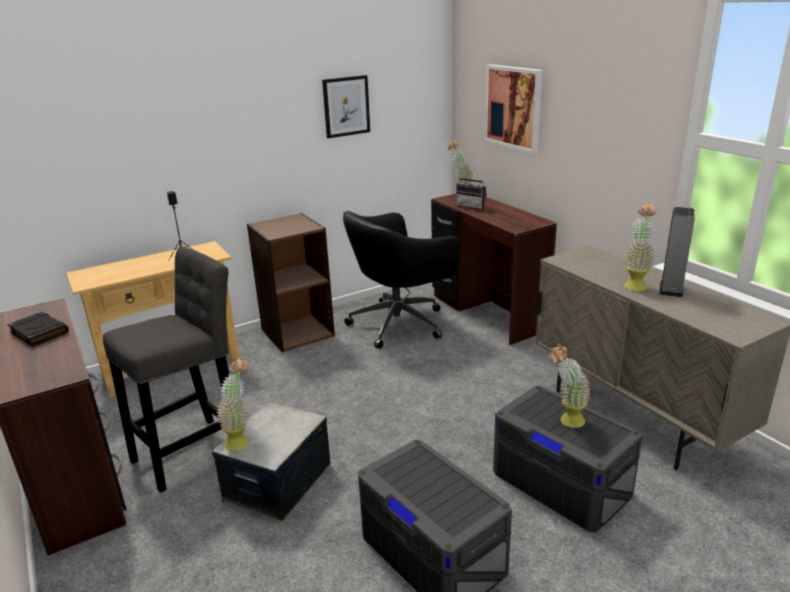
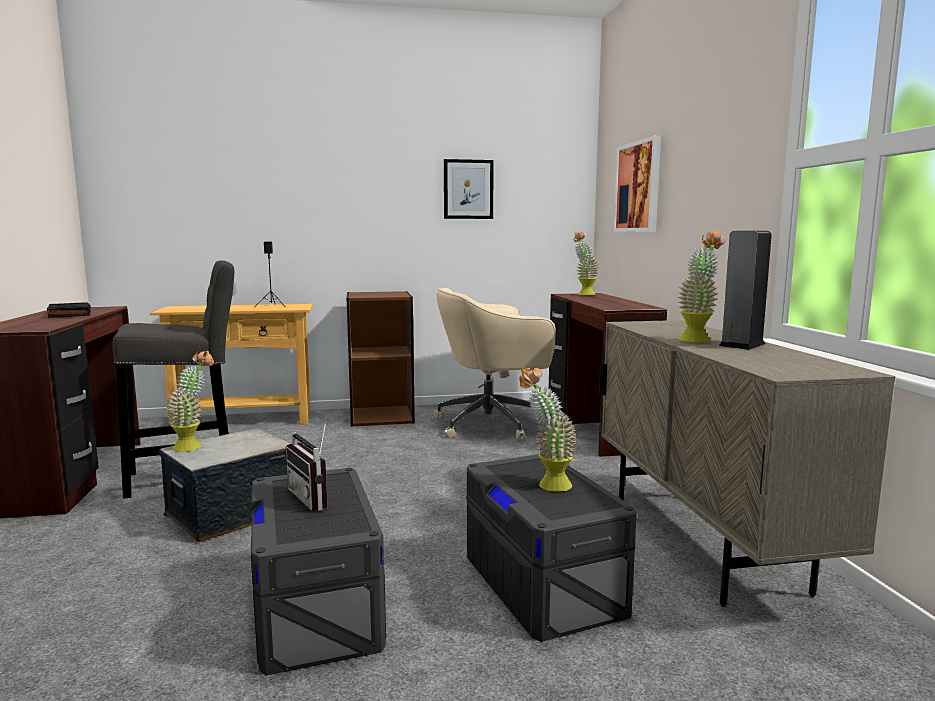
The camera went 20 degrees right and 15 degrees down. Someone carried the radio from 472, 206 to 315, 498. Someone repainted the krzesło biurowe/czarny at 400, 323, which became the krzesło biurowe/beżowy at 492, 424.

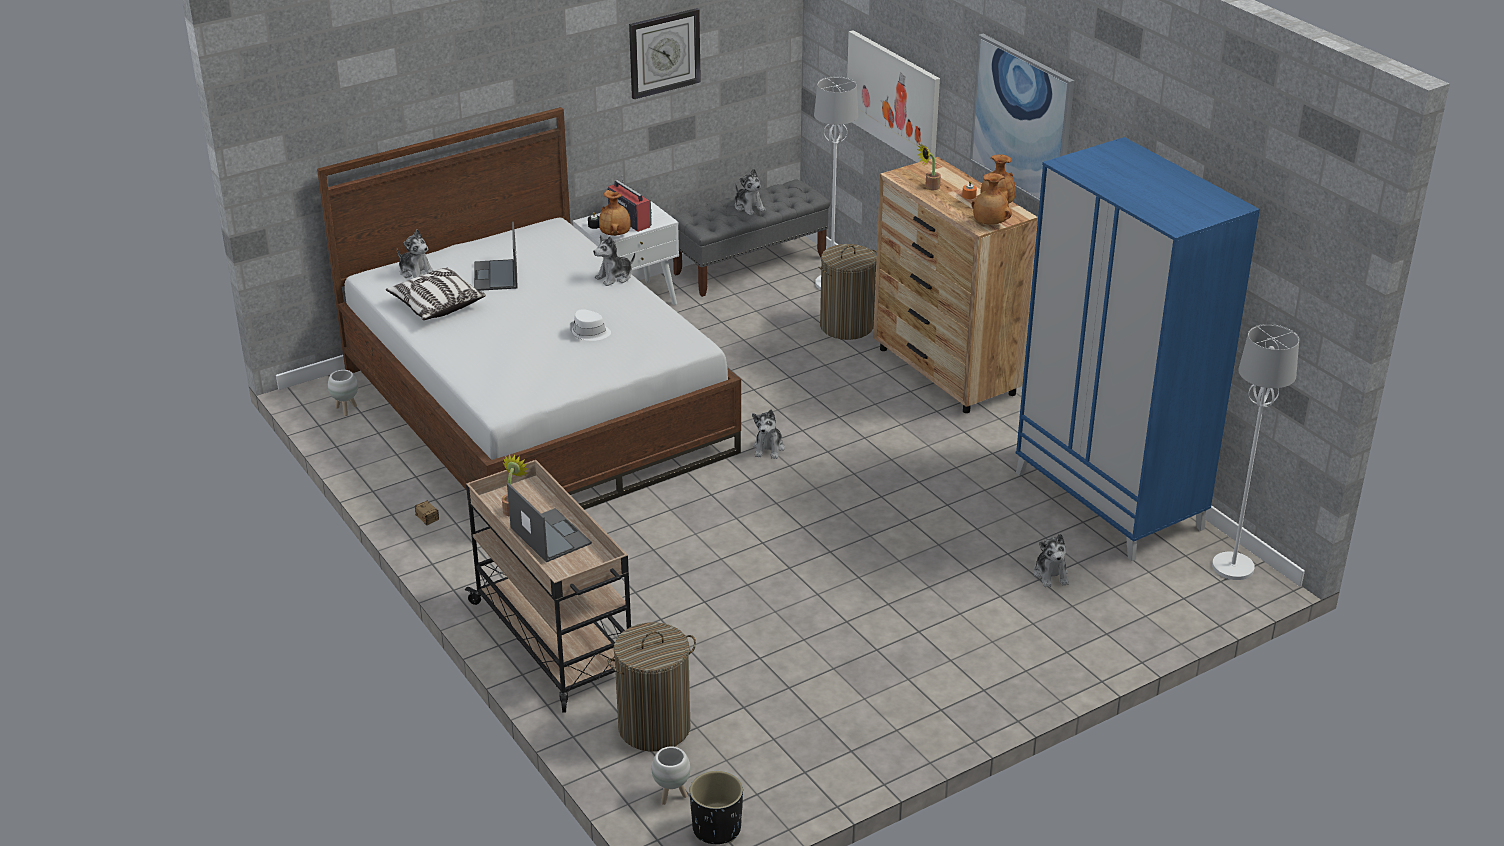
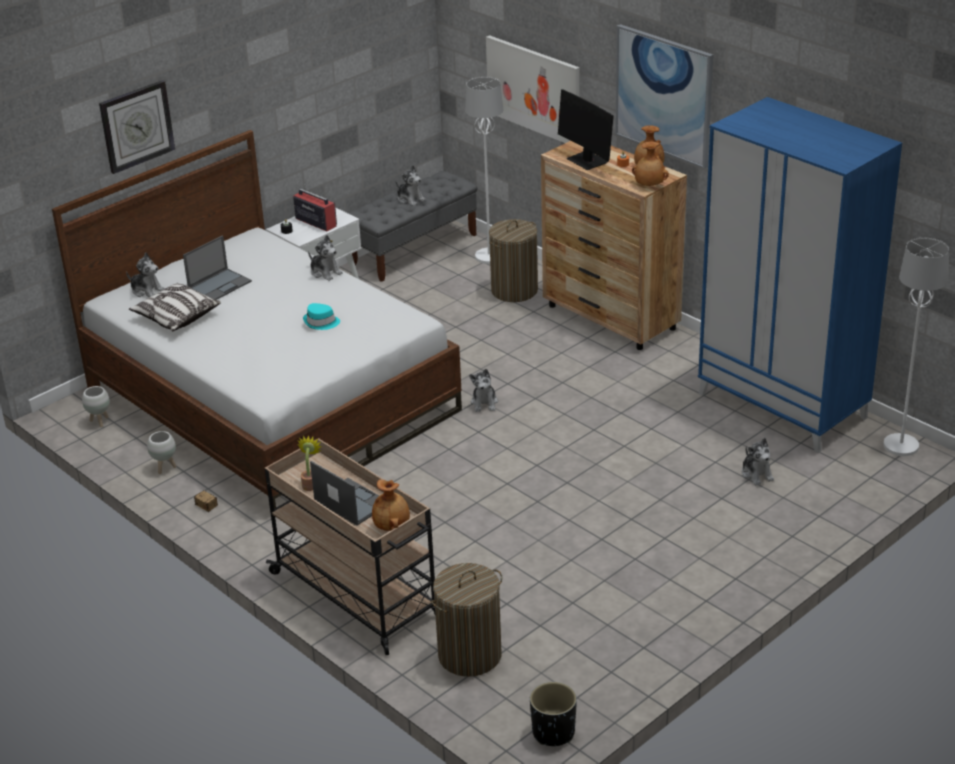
The camera went 10 degrees left and 0 degrees up. Someone carried the zegar ścienny from 664, 53 to 136, 126. Someone carried the donica/biały from 672, 796 to 165, 468. Someone rotated the laptop at 496, 276 by 120 degrees counterclockwise. Someone repainted the kapelusz/biały at 589, 332, which became the kapelusz/turkusowy at 321, 323. Someone rotated the pluszak at 615, 277 by 90 degrees counterclockwise. Someone carried the wazon/brązowy from 616, 234 to 392, 526. Someone swapped the roślina doniczkowa at 929, 187 for the monitor at 587, 161.

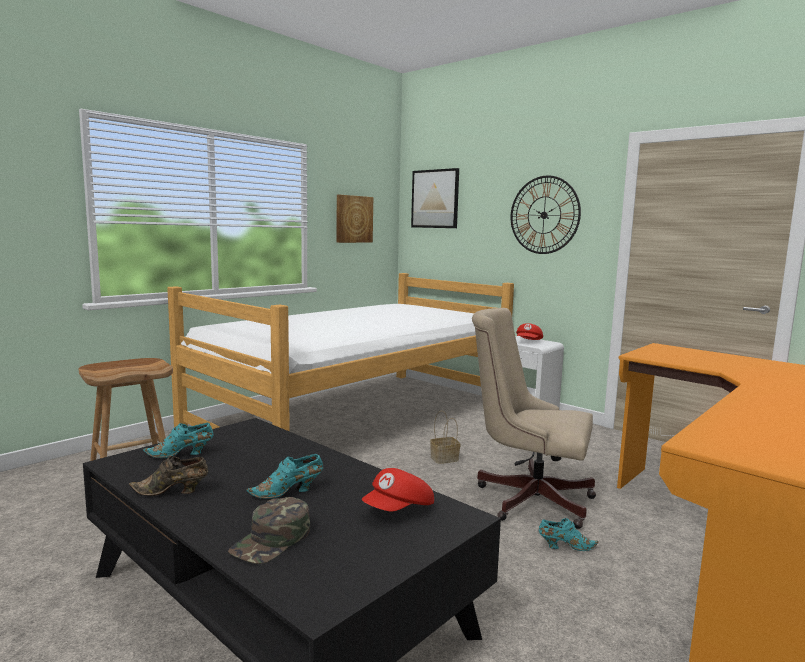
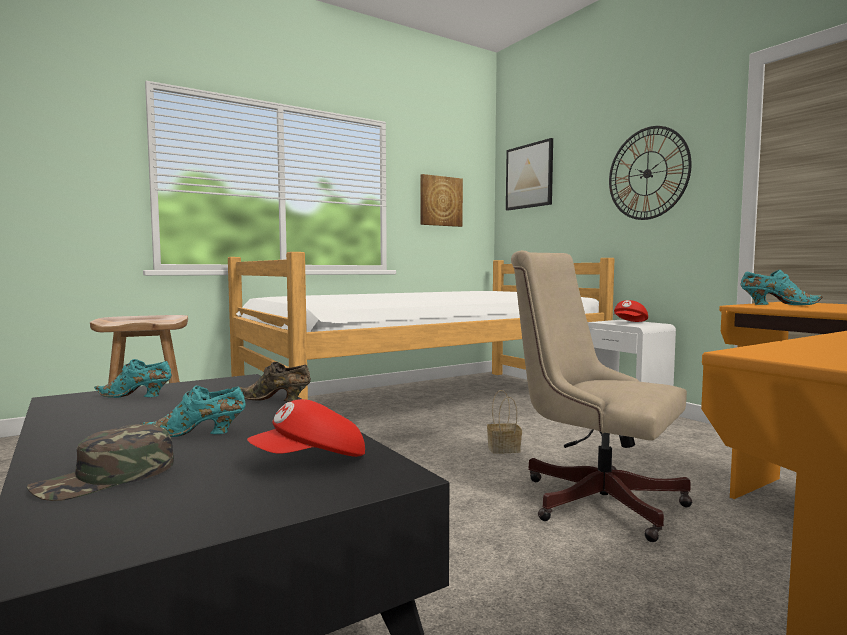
The camera went 15 degrees right and 5 degrees down. Someone carried the but/brązowy from 172, 492 to 276, 400. Someone carried the but/turkusowy from 565, 547 to 776, 304.

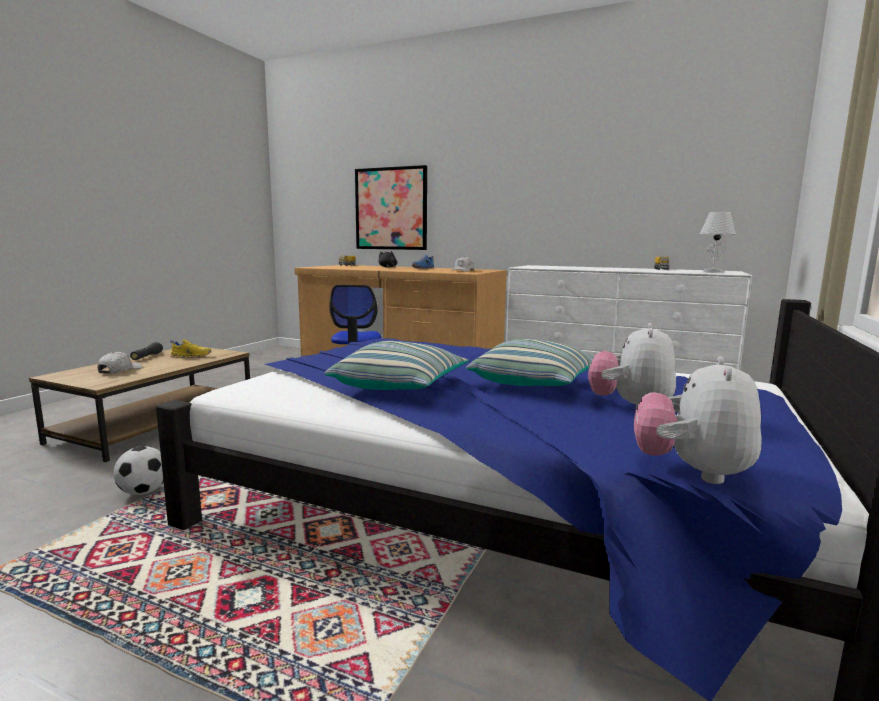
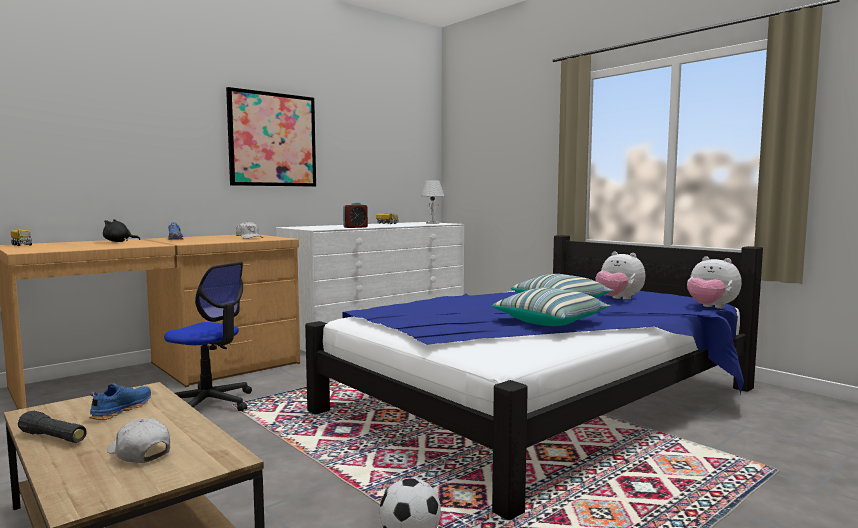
The camera went 65 degrees left and 5 degrees down. Someone repainted the but/żółty at 191, 356, which became the but/niebieski at 120, 410. Someone carried the obraz from 391, 209 to 272, 140. Someone put down the budzik at 355, 227.

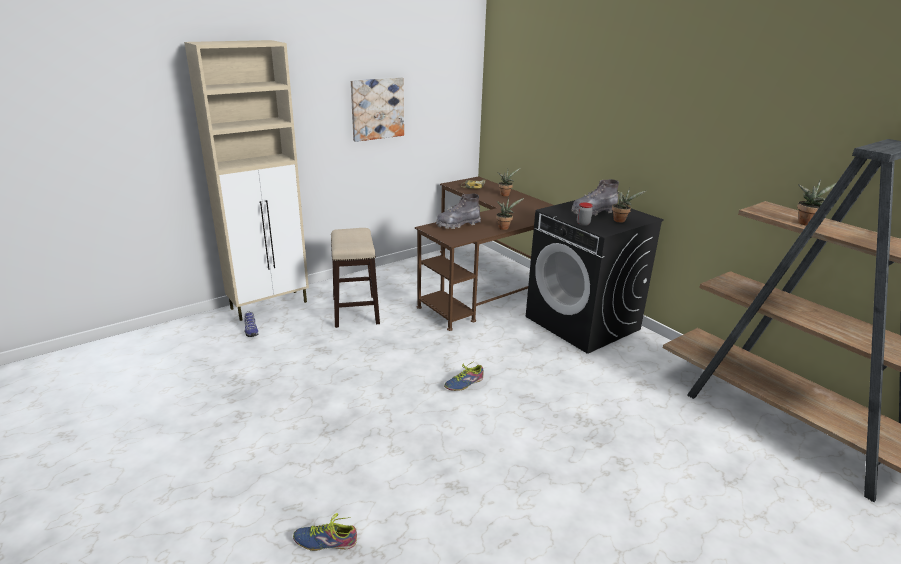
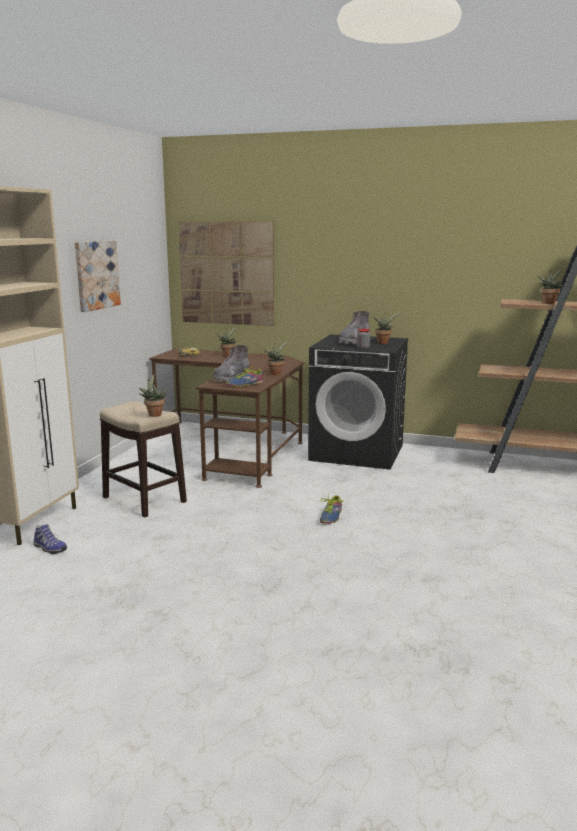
The camera went 35 degrees left and 10 degrees down. Someone put down the roślina doniczkowa at 154, 414. Someone put up the obraz at 226, 273. Someone carried the but from 325, 541 to 245, 384.

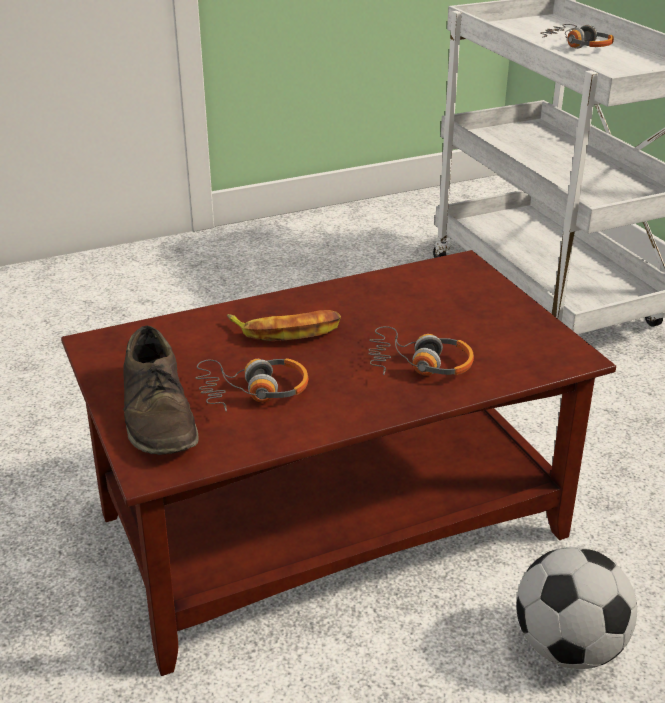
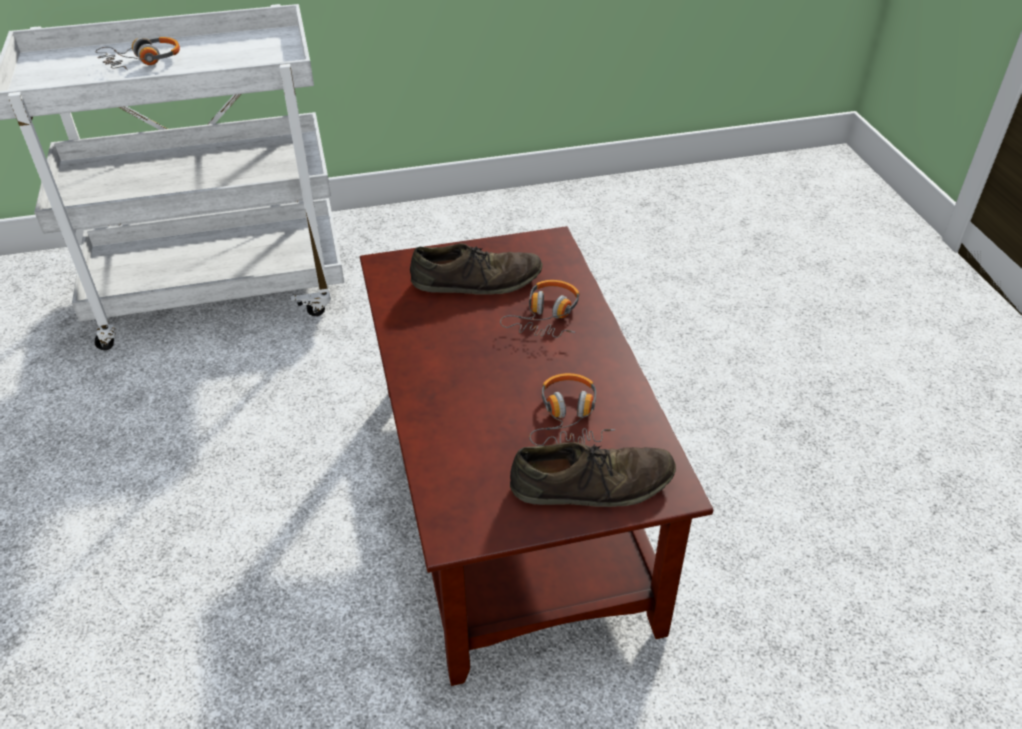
The camera went 80 degrees left and 10 degrees up. Someone put down the but/brązowy at 477, 281. Someone took away the banan at 287, 330. Someone took away the piłka futbolowa at 566, 647.

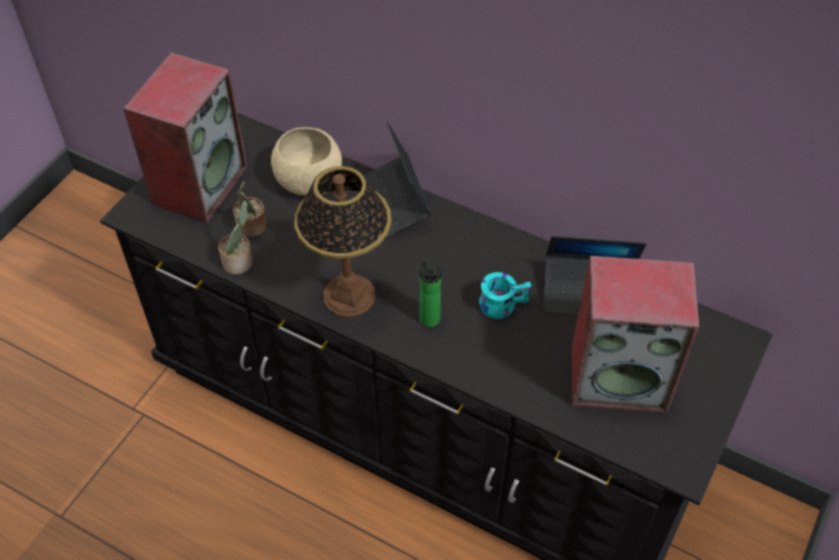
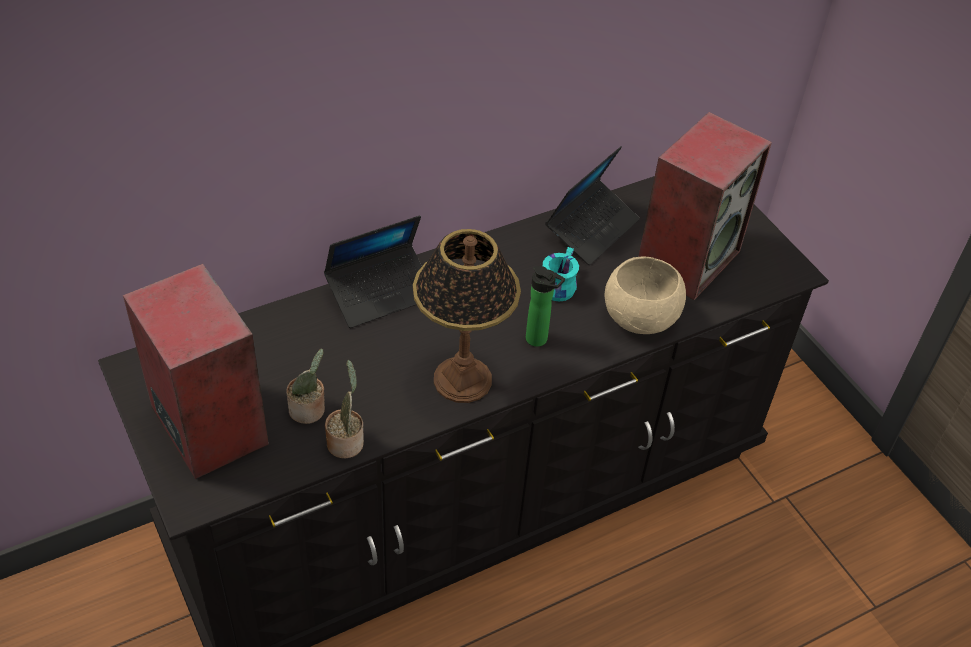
The camera went 60 degrees left and 5 degrees down. Someone rotated the laptop at 394, 203 by 45 degrees counterclockwise. Someone carried the miska/beżowy from 309, 181 to 641, 317.

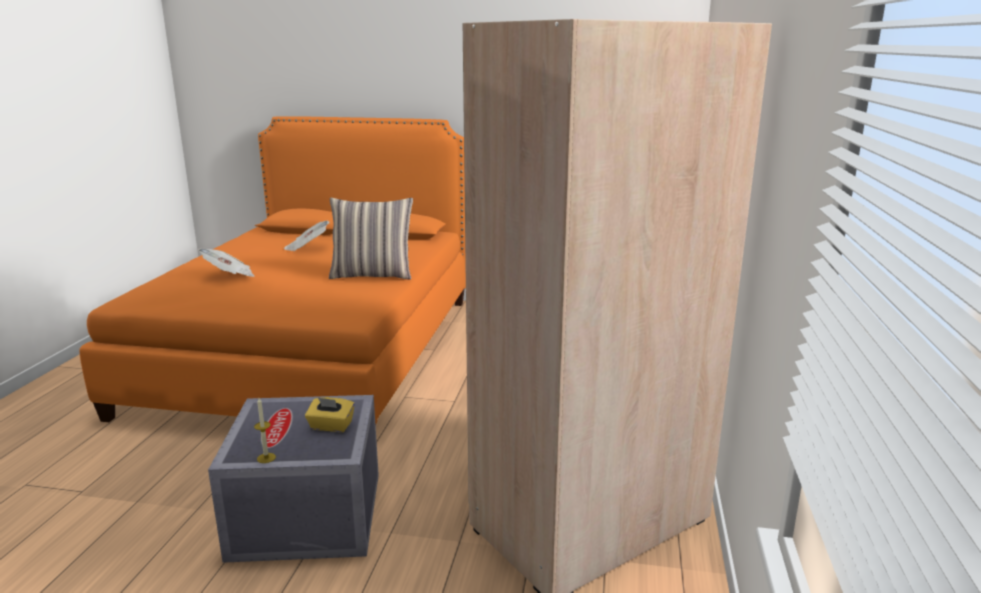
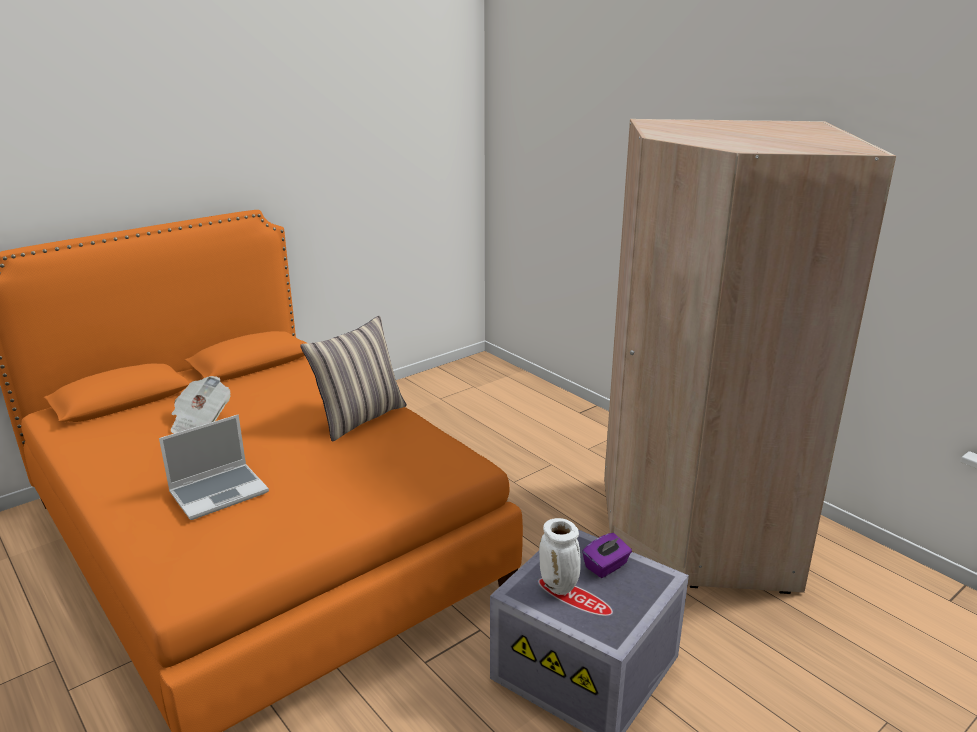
The camera went 50 degrees left and 5 degrees up. Someone swapped the gazeta at 229, 276 for the laptop at 220, 492. Someone put down the wazon/biały at 559, 587. Someone repainted the pudełko chusteczek/żółty at 331, 426, which became the pudełko chusteczek/fioletowy at 606, 566. Someone took away the świeca at 266, 458.

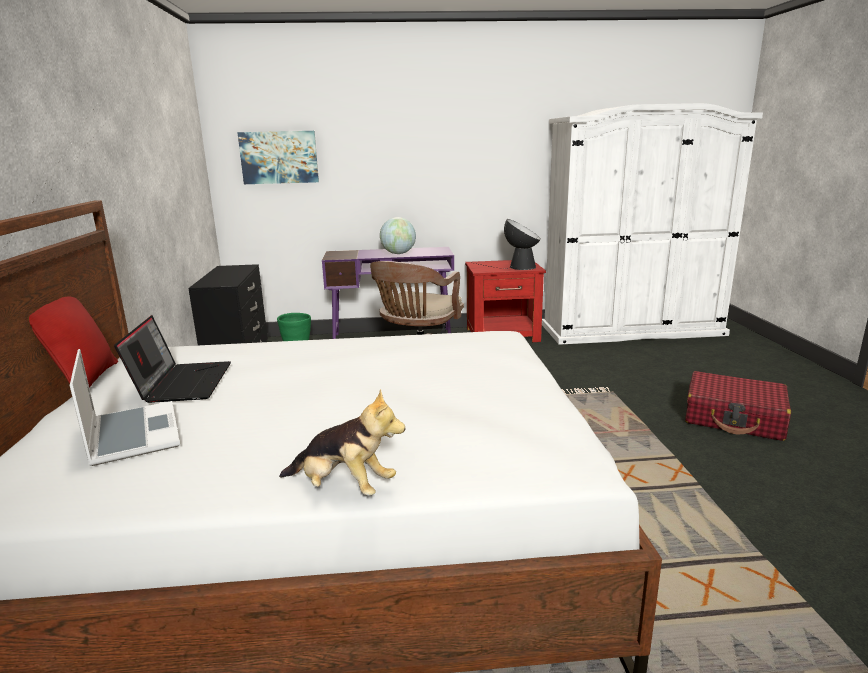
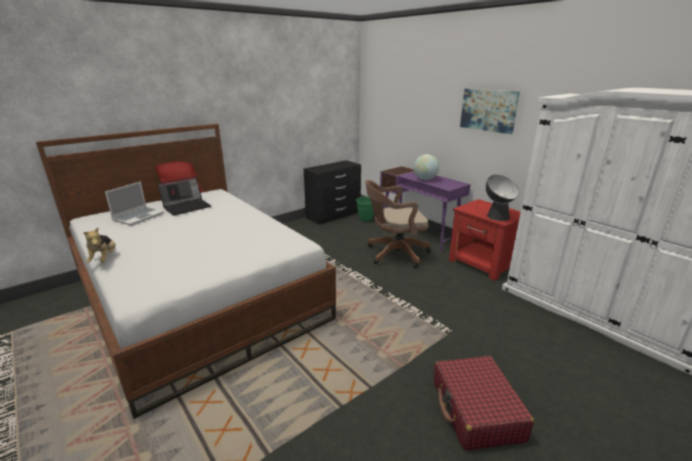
The camera went 55 degrees right and 5 degrees up. Someone carried the obraz from 279, 157 to 488, 110.

